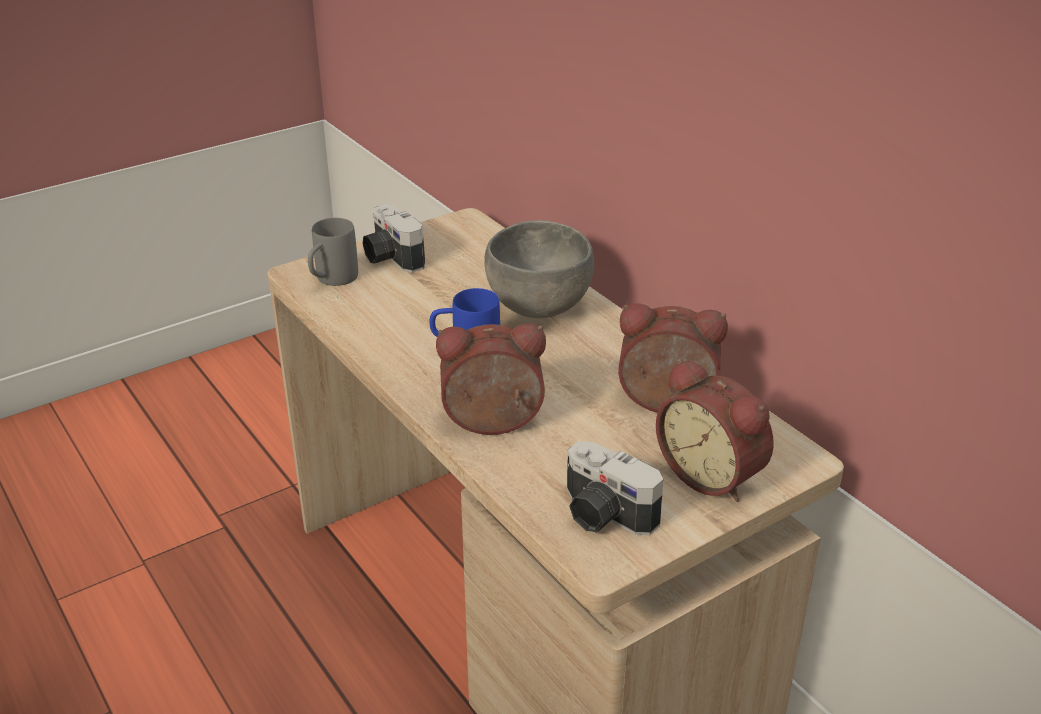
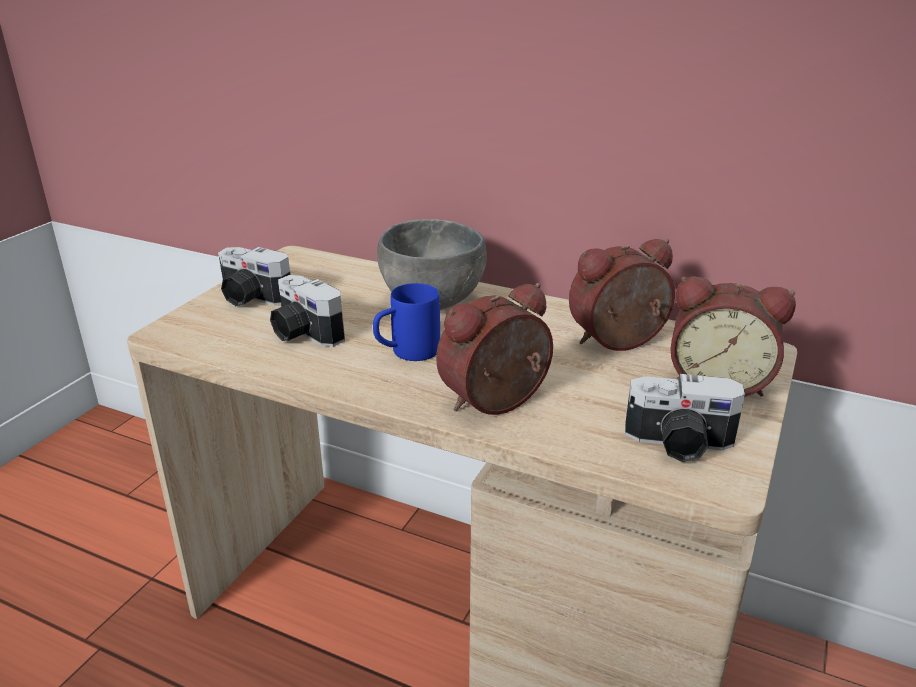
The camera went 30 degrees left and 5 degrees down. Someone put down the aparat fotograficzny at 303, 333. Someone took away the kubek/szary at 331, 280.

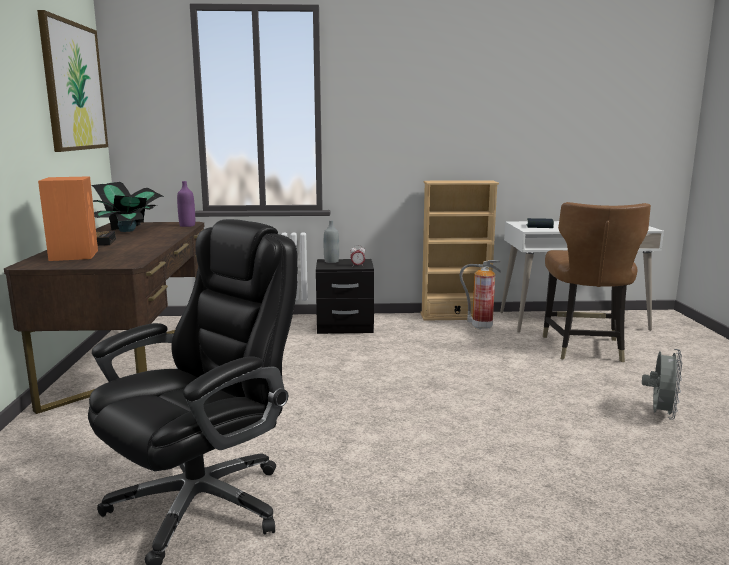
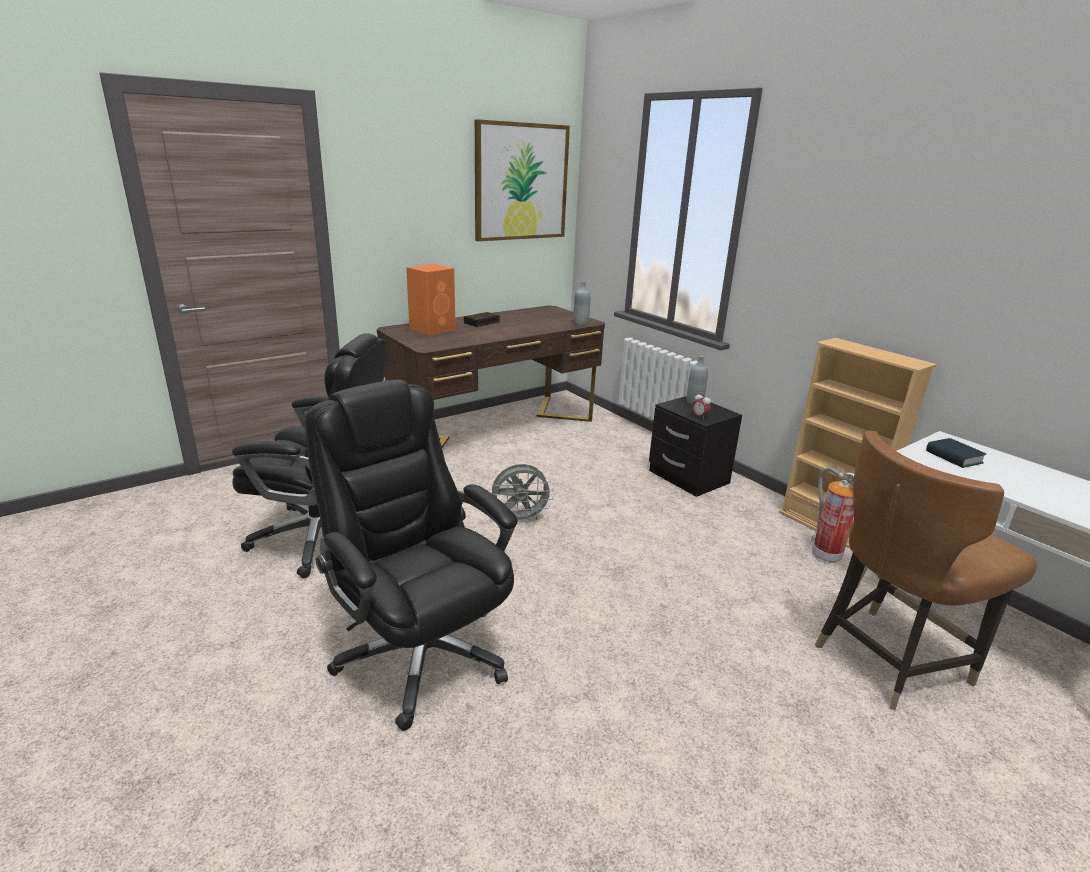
The camera went 55 degrees right and 10 degrees up. Someone put down the krzesło biurowe/czarny at 420, 653. Someone carried the wentylator/szary from 659, 414 to 520, 519. Someone repainted the butelka/fioletowy at 187, 225, which became the butelka/szary at 580, 324. Someone took away the roślina doniczkowa at 127, 230.

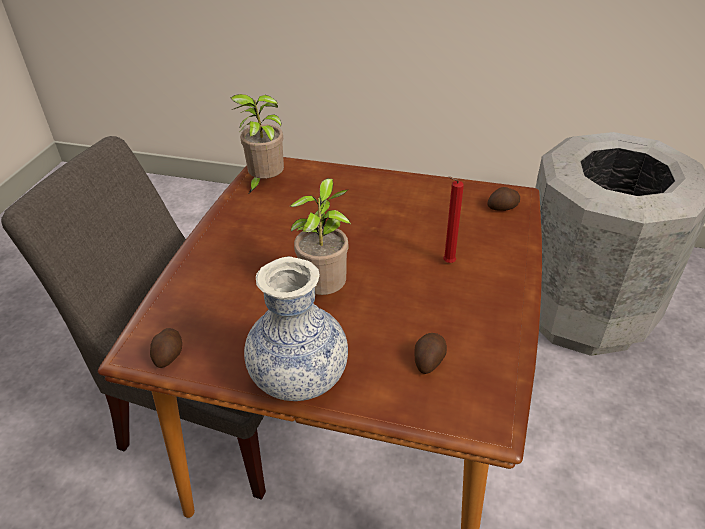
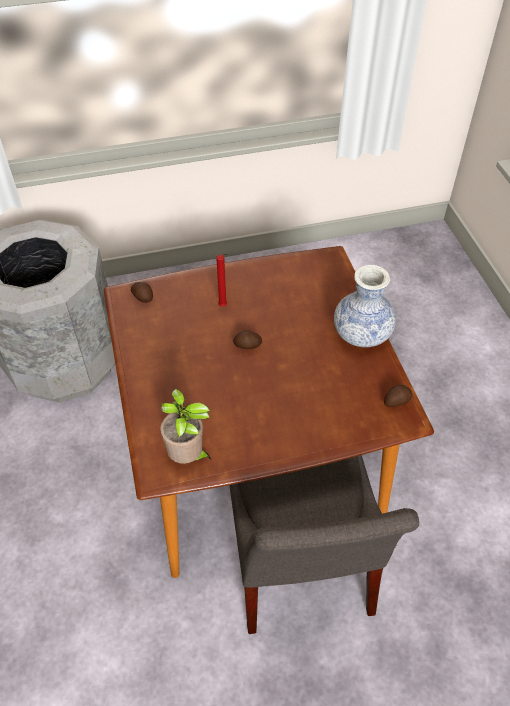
The camera went 120 degrees left and 10 degrees up. Someone carried the ziemniak from 428, 360 to 247, 345. Someone took away the roślina doniczkowa at 326, 292.

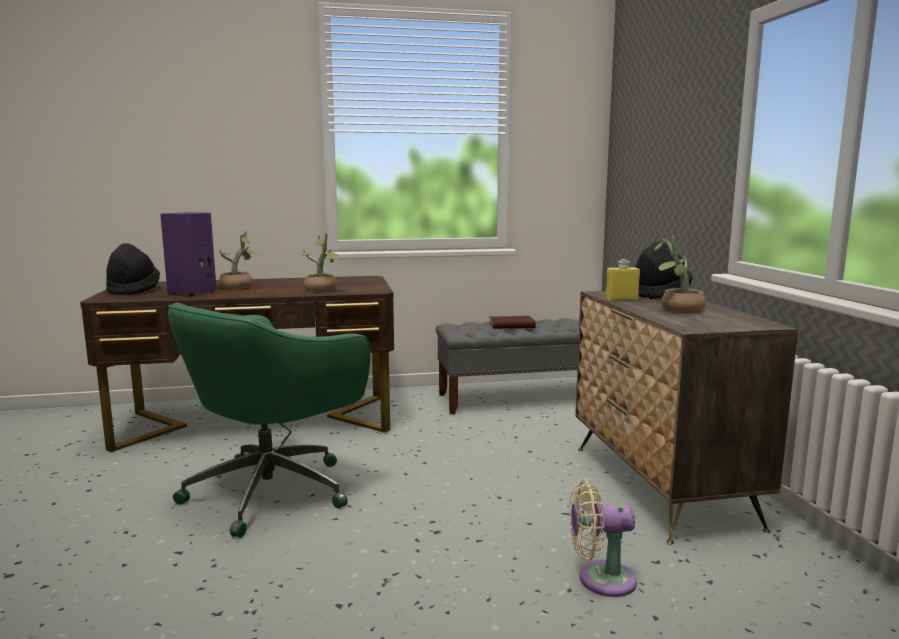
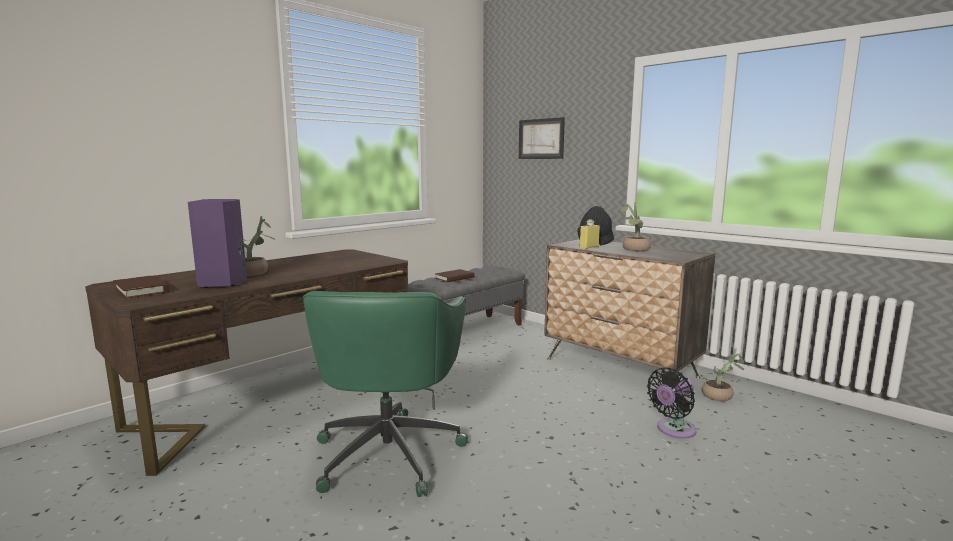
The camera went 35 degrees left and 0 degrees up. Someone swapped the kapelusz/czarny at 133, 290 for the książka/brązowy at 141, 290. Someone put up the obraz at 541, 139. Someone repainted the wentylator/beżowy at 600, 579, which became the wentylator/czarny at 673, 430. Someone carried the roślina doniczkowa from 322, 290 to 721, 396.

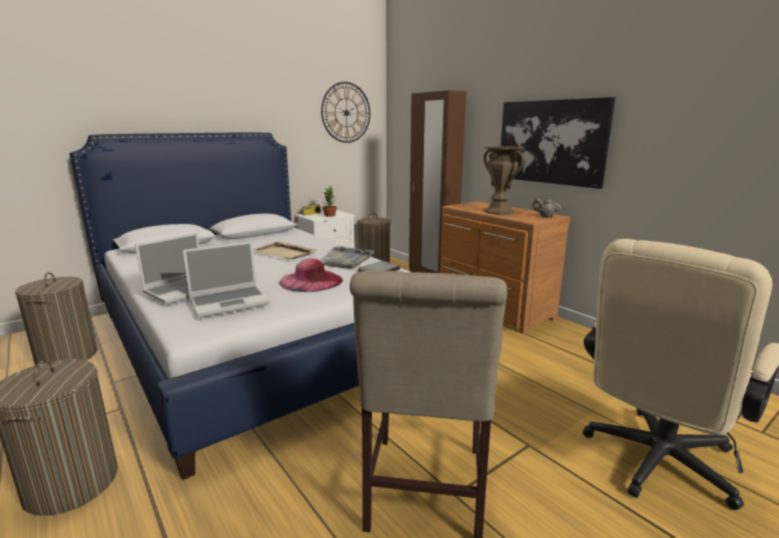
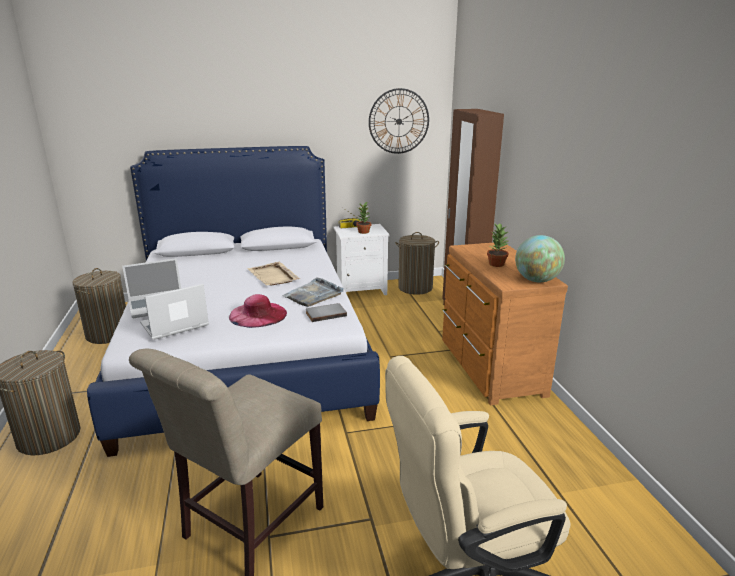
The camera went 25 degrees right and 5 degrees up. Someone rotated the laptop at 230, 302 by 150 degrees clockwise. Someone swapped the wazon/brązowy at 499, 211 for the roślina doniczkowa at 496, 264. Someone swapped the imbryk/beżowy at 545, 216 for the globus at 536, 280. Someone took away the obraz at 551, 142.

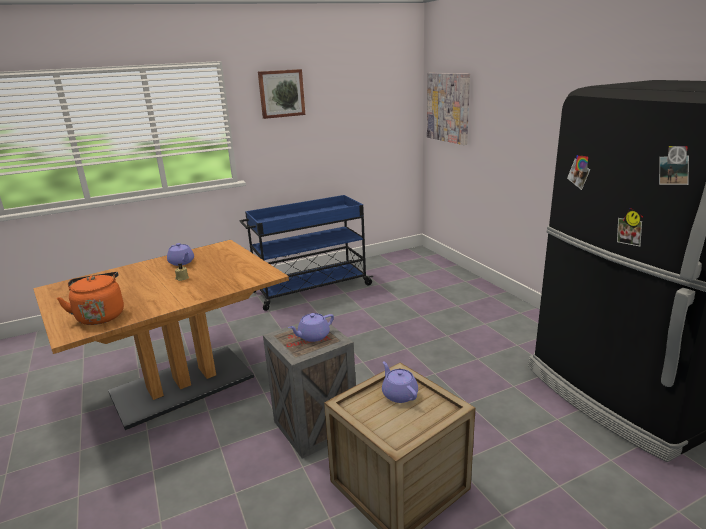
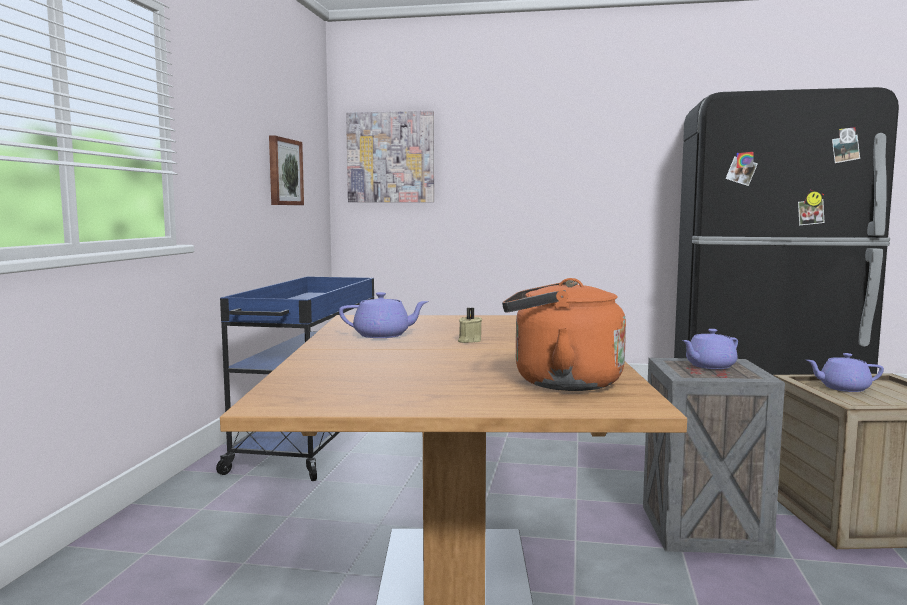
The camera went 55 degrees left and 15 degrees down. Someone carried the obraz from 281, 93 to 284, 172. Someone rotated the imbryk/fioletowy at 313, 336 by 60 degrees clockwise.

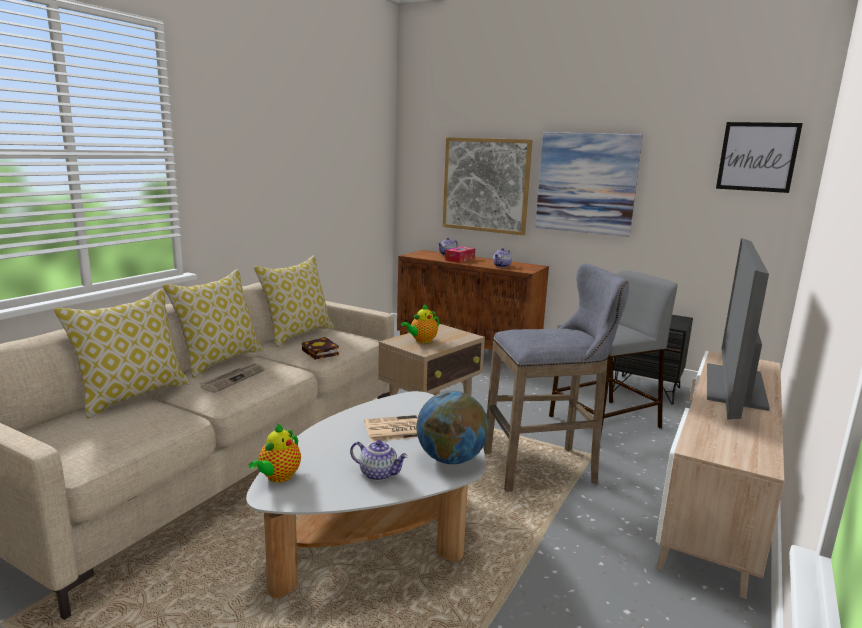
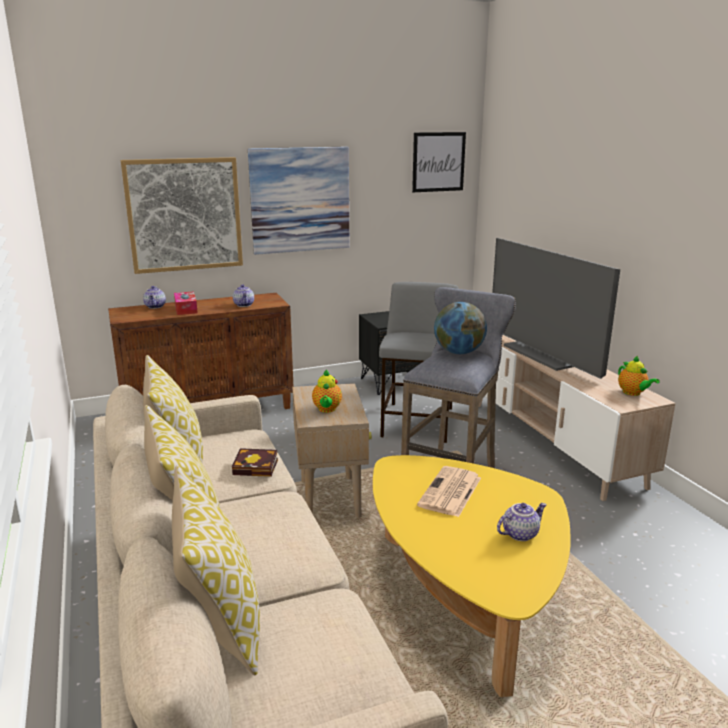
The camera went 50 degrees left and 5 degrees up. Someone repainted the ława/biały at 380, 532, which became the ława/żółty at 464, 596. Someone carried the globus from 450, 459 to 458, 352. Someone carried the imbryk from 278, 477 to 633, 393. Someone took away the gazeta at 233, 378.

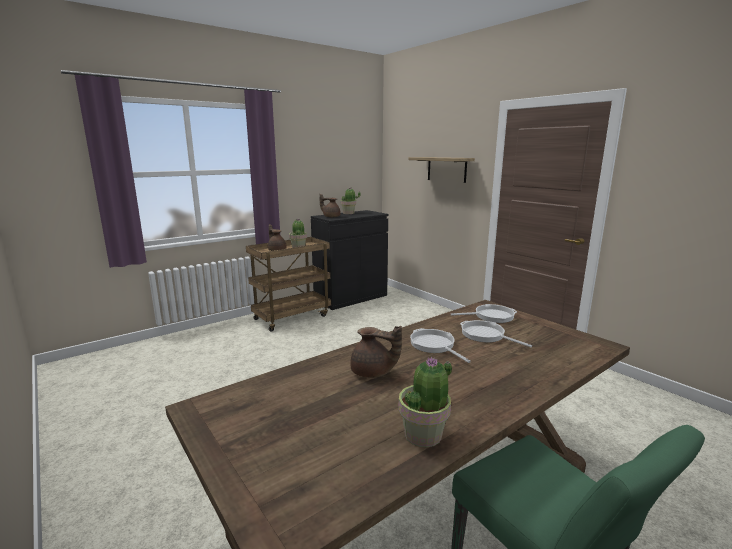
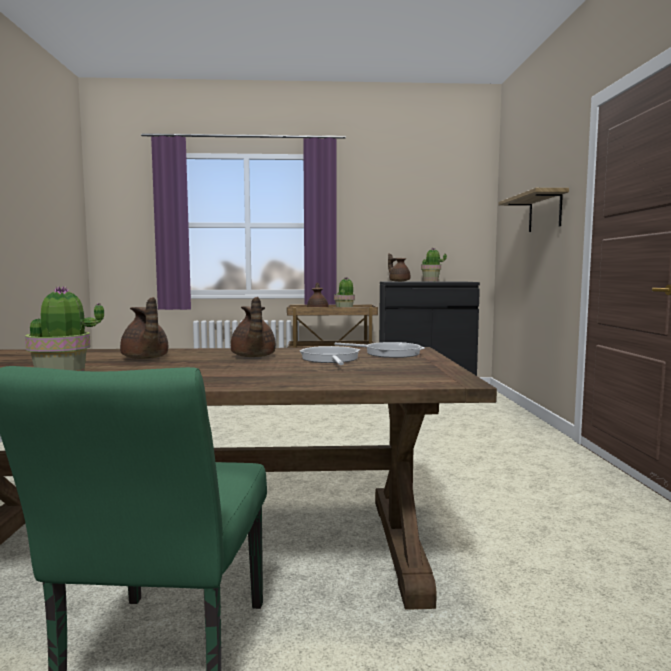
The camera went 35 degrees right and 10 degrees down. Someone swapped the patelnia at 434, 345 for the imbryk/brązowy at 253, 356.

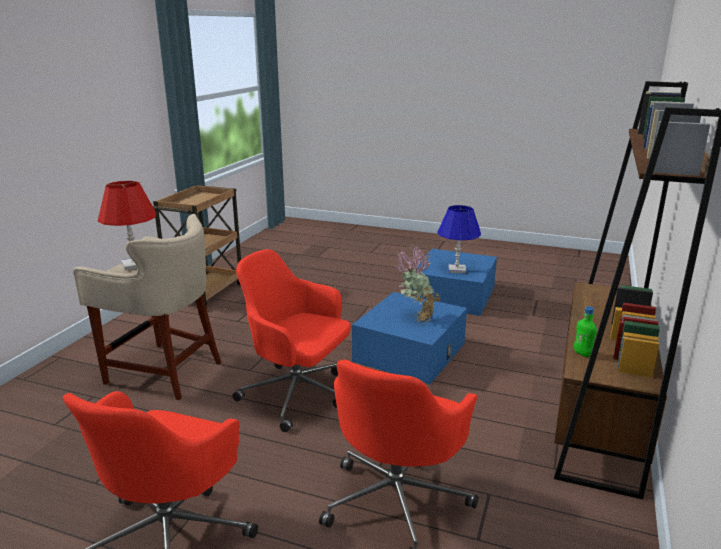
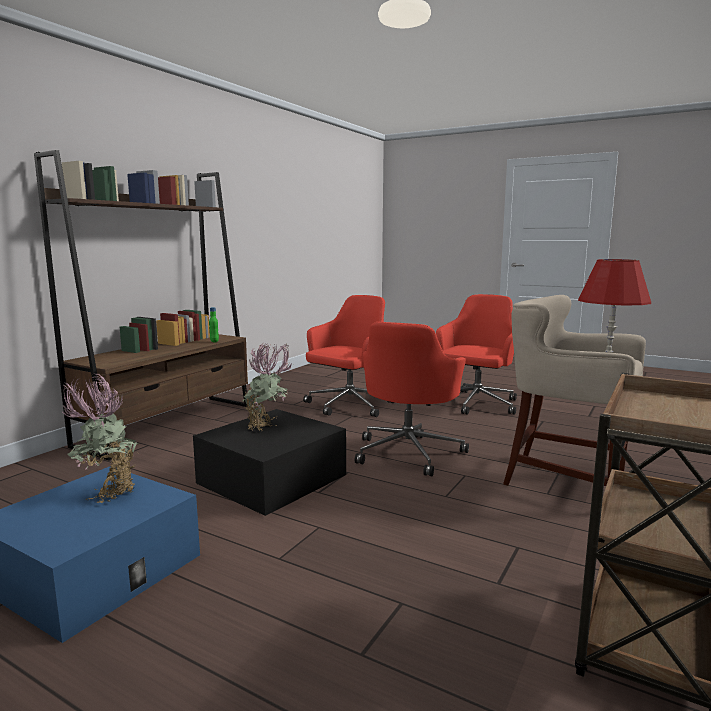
The camera went 170 degrees left and 10 degrees down. Someone swapped the lampa stołowa/niebieski at 456, 269 for the roślina doniczkowa at 108, 493. Someone repainted the pojemnik do przechowywania/niebieski at 409, 352, which became the pojemnik do przechowywania/czarny at 272, 479. Someone rotated the krzesło biurowe/czerwony at 297, 395 by 75 degrees clockwise.

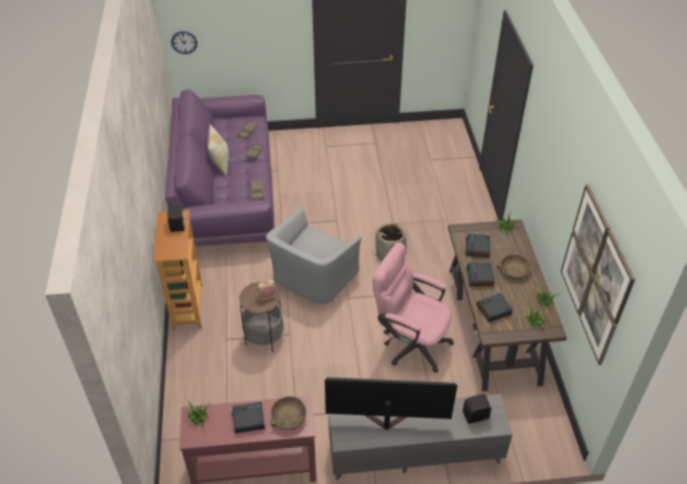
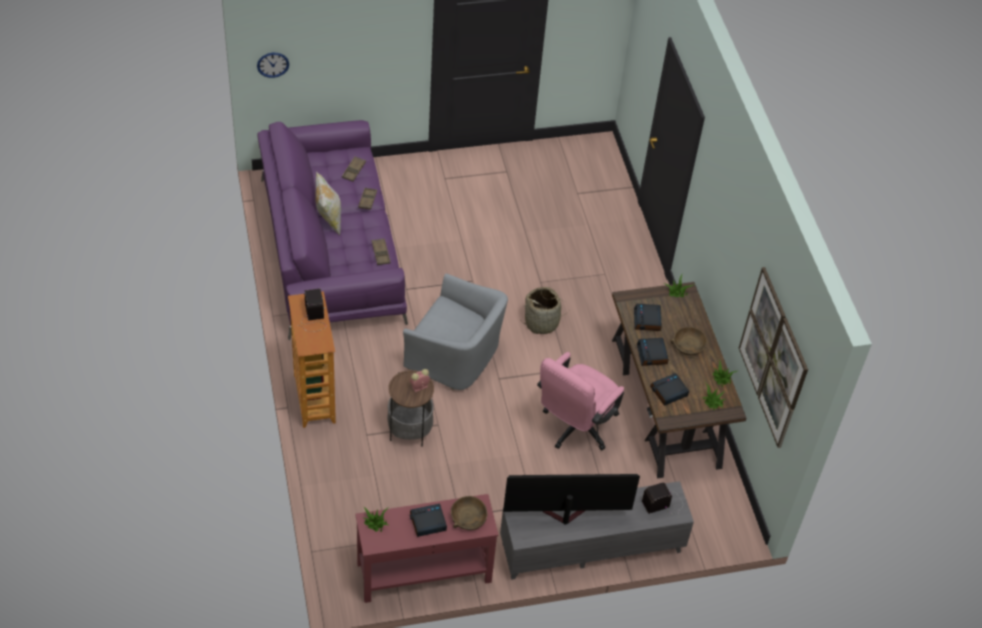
The camera went 10 degrees left and 5 degrees up. Someone rotated the fotel/szary at 313, 278 by 90 degrees counterclockwise. Someone rotated the krzesło biurowe/różowy at 410, 342 by 75 degrees counterclockwise.

